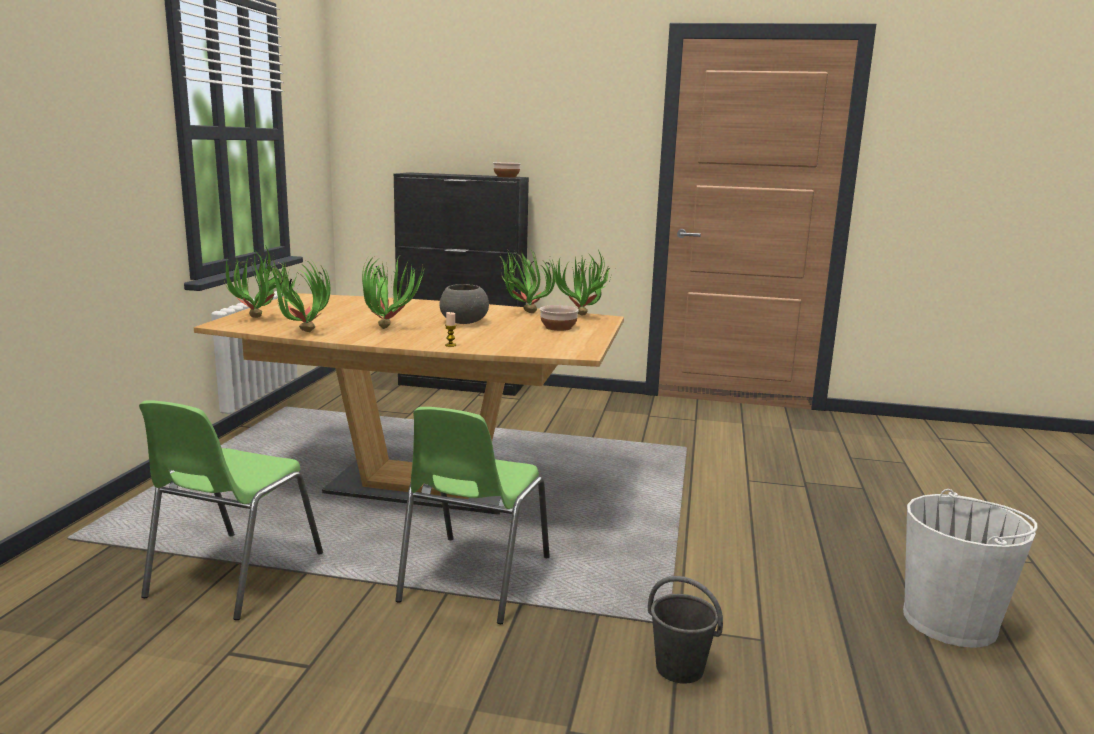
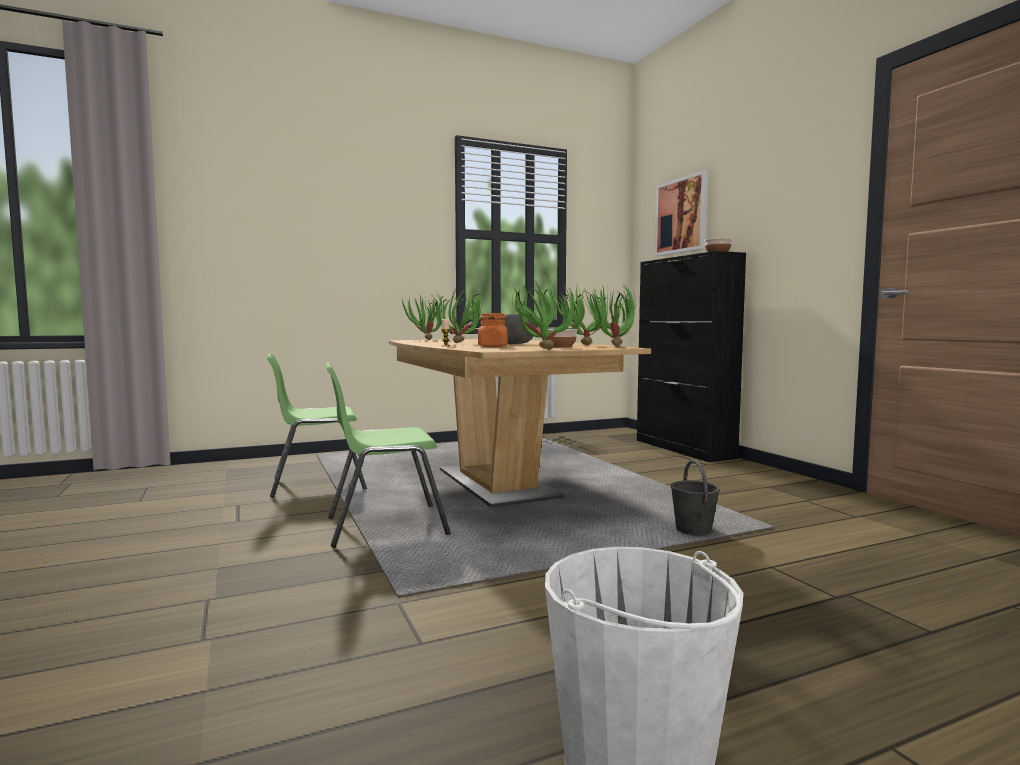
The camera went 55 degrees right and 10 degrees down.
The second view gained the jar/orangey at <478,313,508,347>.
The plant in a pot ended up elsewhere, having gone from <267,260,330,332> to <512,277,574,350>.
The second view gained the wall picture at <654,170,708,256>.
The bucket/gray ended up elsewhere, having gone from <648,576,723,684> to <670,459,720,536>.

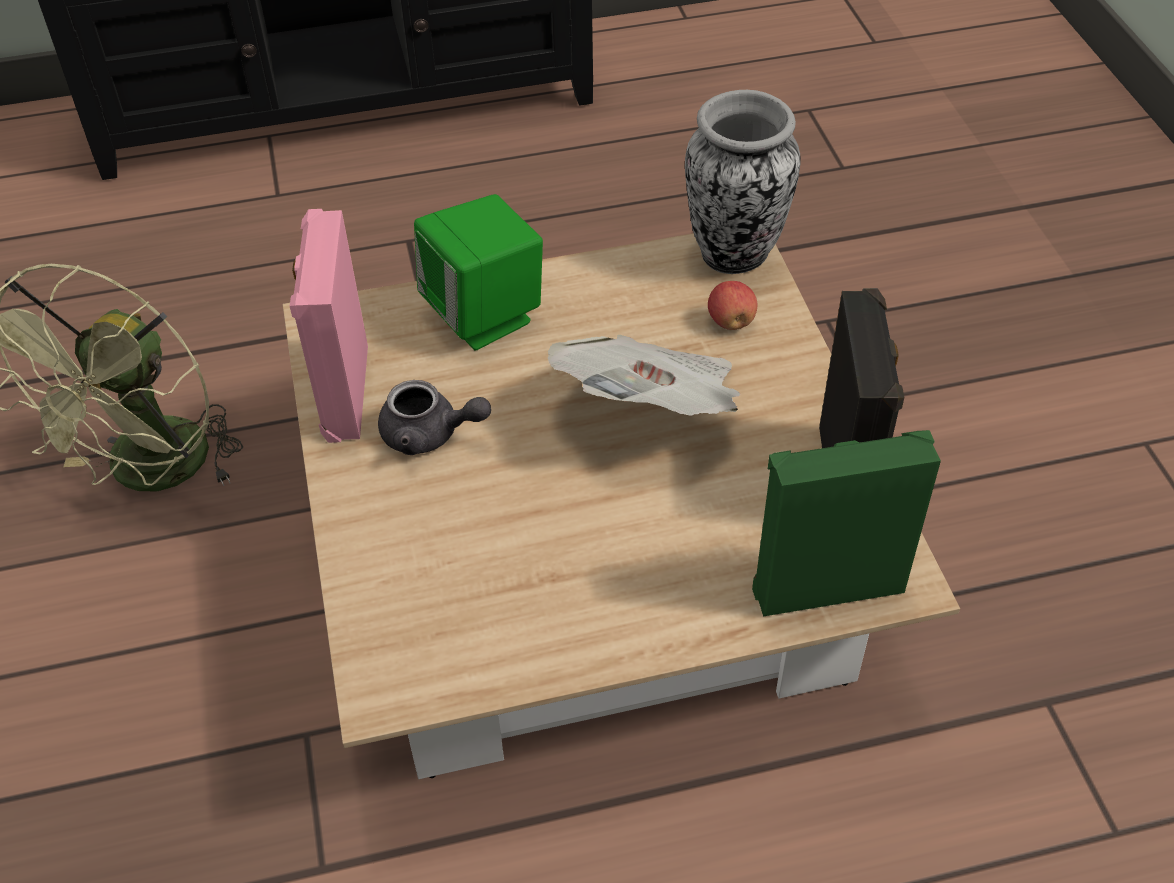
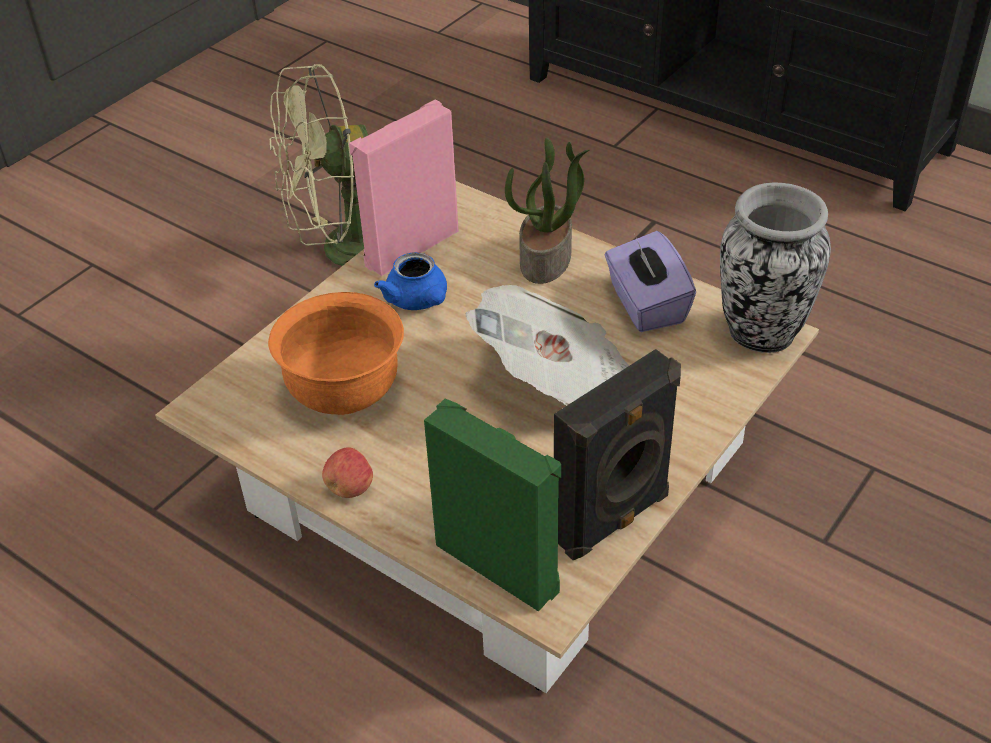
The camera went 50 degrees right and 5 degrees down.
The second view gained the serving bowl/orangey at <268,292,404,415>.
The apple fruit ended up elsewhere, having gone from <708,281,757,330> to <322,447,373,498>.
What was the tea pot/gray at <378,380,491,455> turned into the tea pot/bluish at <374,252,447,310>.
Where the loudspeaker/green stood at <414,194,543,351>, the plant in a pot came to stand at <505,138,589,284>.
The second view gained the tissue holder/purple-coloured at <605,231,696,332>.

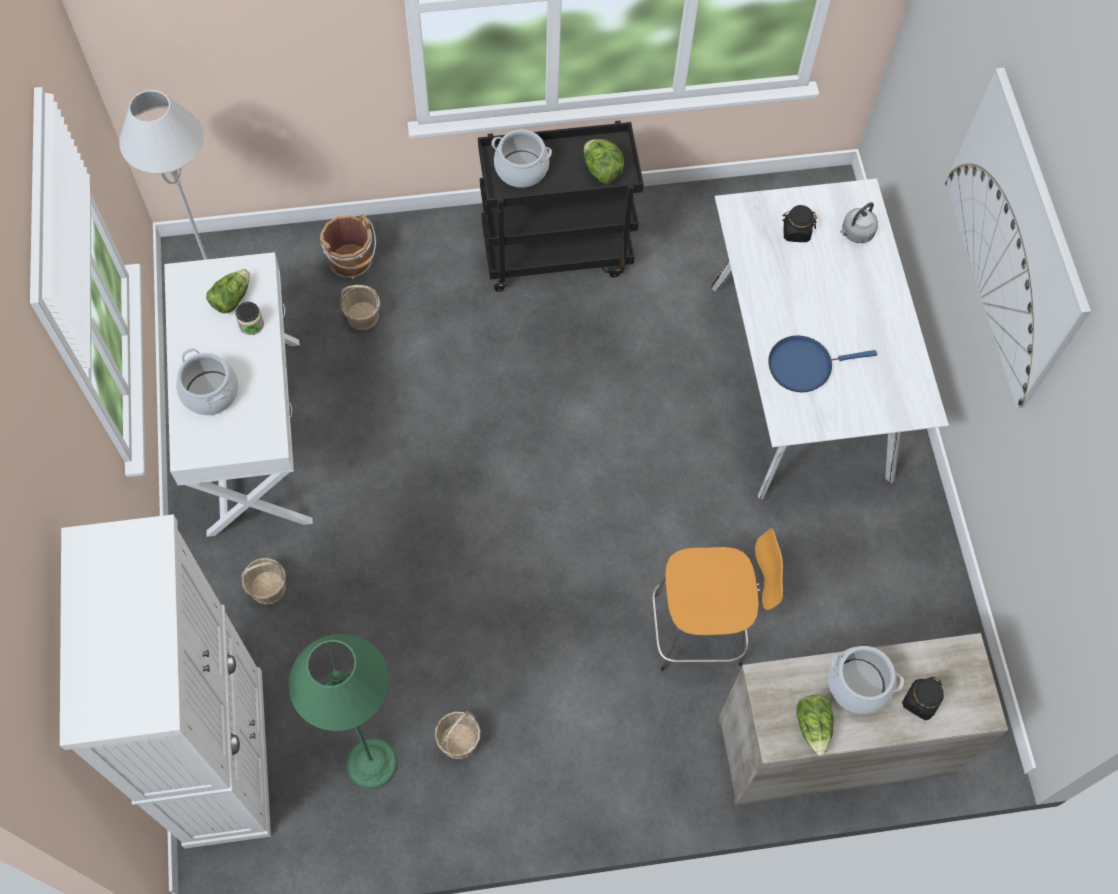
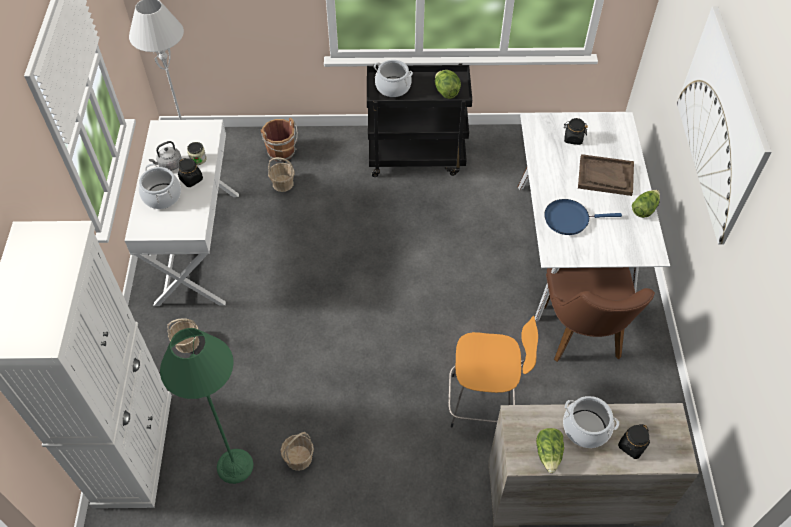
The camera went 10 degrees right and 10 degrees down.
The kettle/gray ended up elsewhere, having gone from <840,202,878,243> to <149,141,182,171>.
The second view gained the jar/black at <178,158,203,187>.
The second view gained the chair/brown at <544,267,655,362>.
The second view gained the tray/brown at <578,154,634,196>.
The lettuce ended up elsewhere, having gone from <206,269,250,314> to <632,190,660,218>.

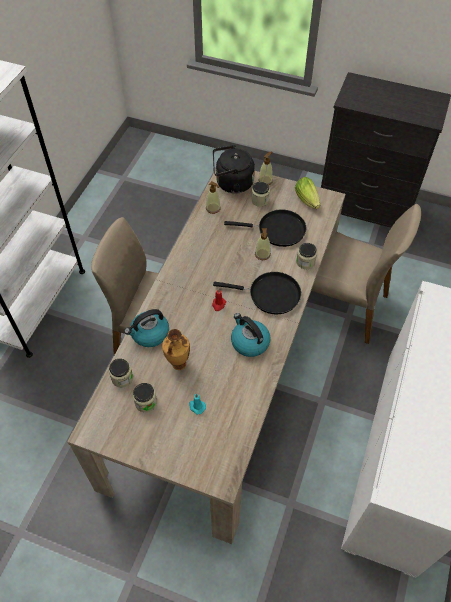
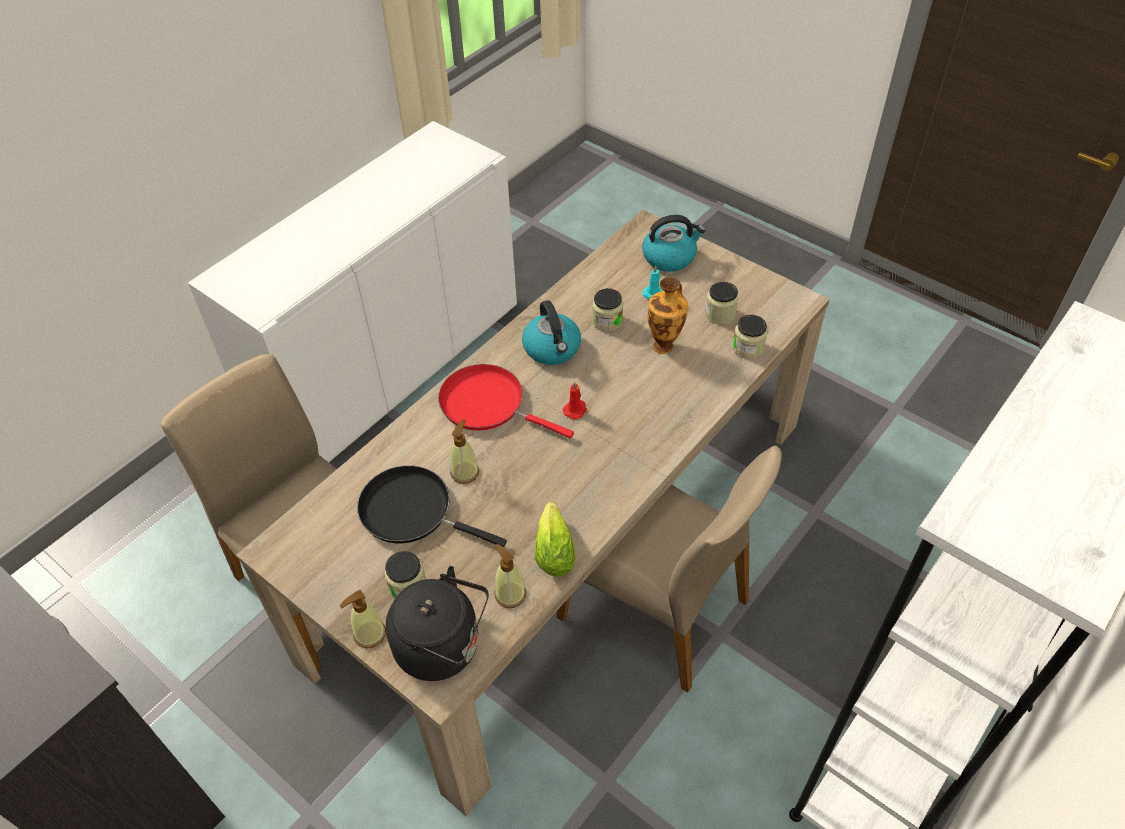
The camera went 160 degrees left and 5 degrees down.
What was the frying pan/black at <213,272,301,314> turned into the frying pan/red-coloured at <438,364,574,438>.
The lettuce ended up elsewhere, having gone from <295,177,320,209> to <535,502,575,577>.
The jar ended up elsewhere, having gone from <296,243,317,269> to <592,288,623,332>.
The kettle ended up elsewhere, having gone from <124,309,169,347> to <642,215,706,272>.

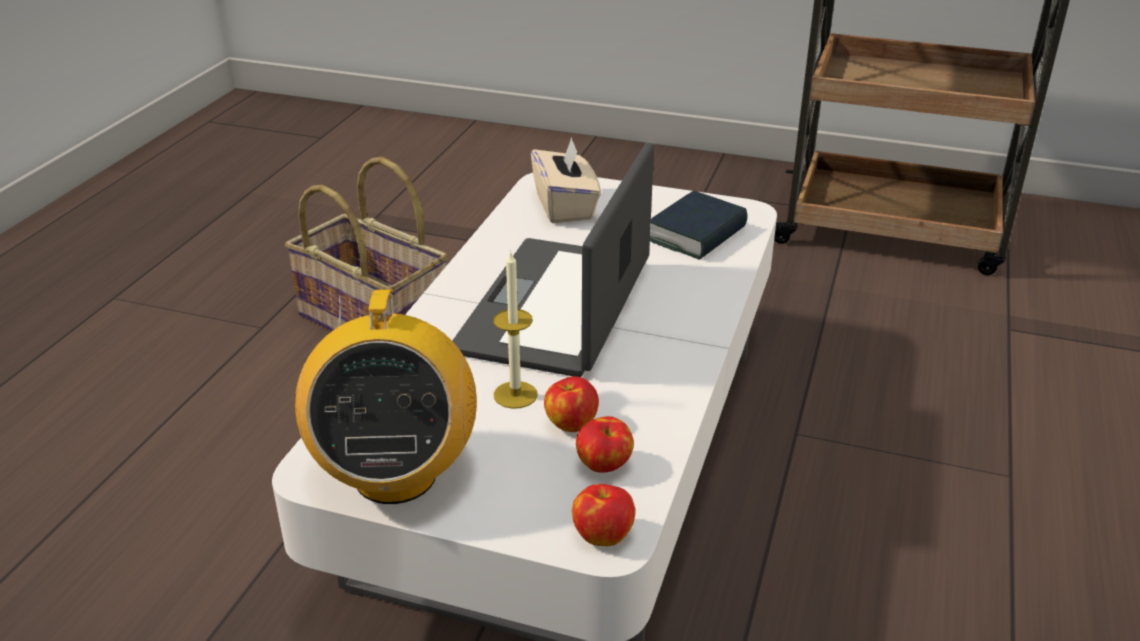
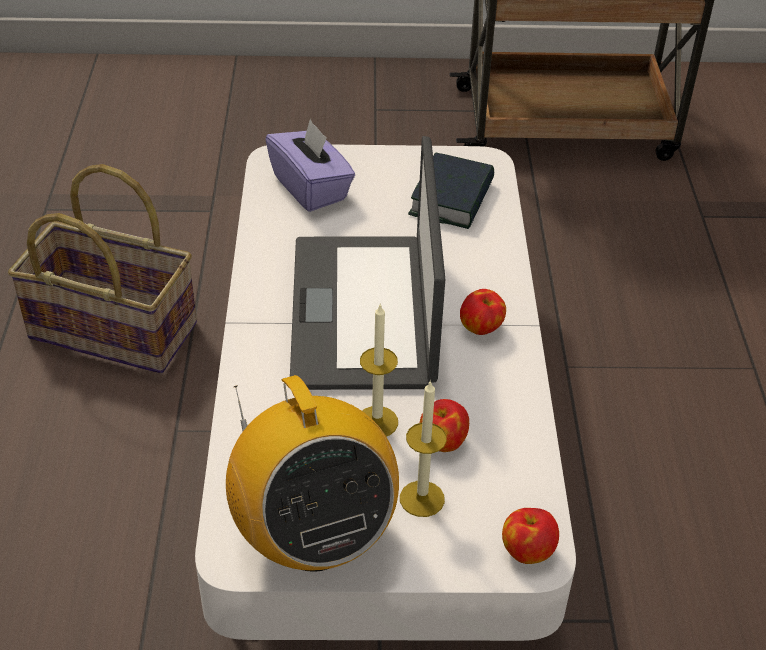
The camera went 20 degrees left and 10 degrees up.
What was the tissue holder/beige at <531,138,601,224> turned into the tissue holder/purple-coloured at <265,119,355,212>.
The second view gained the wax candle at <400,380,447,517>.
The apple fruit ended up elsewhere, having gone from <576,416,634,473> to <460,289,506,335>.

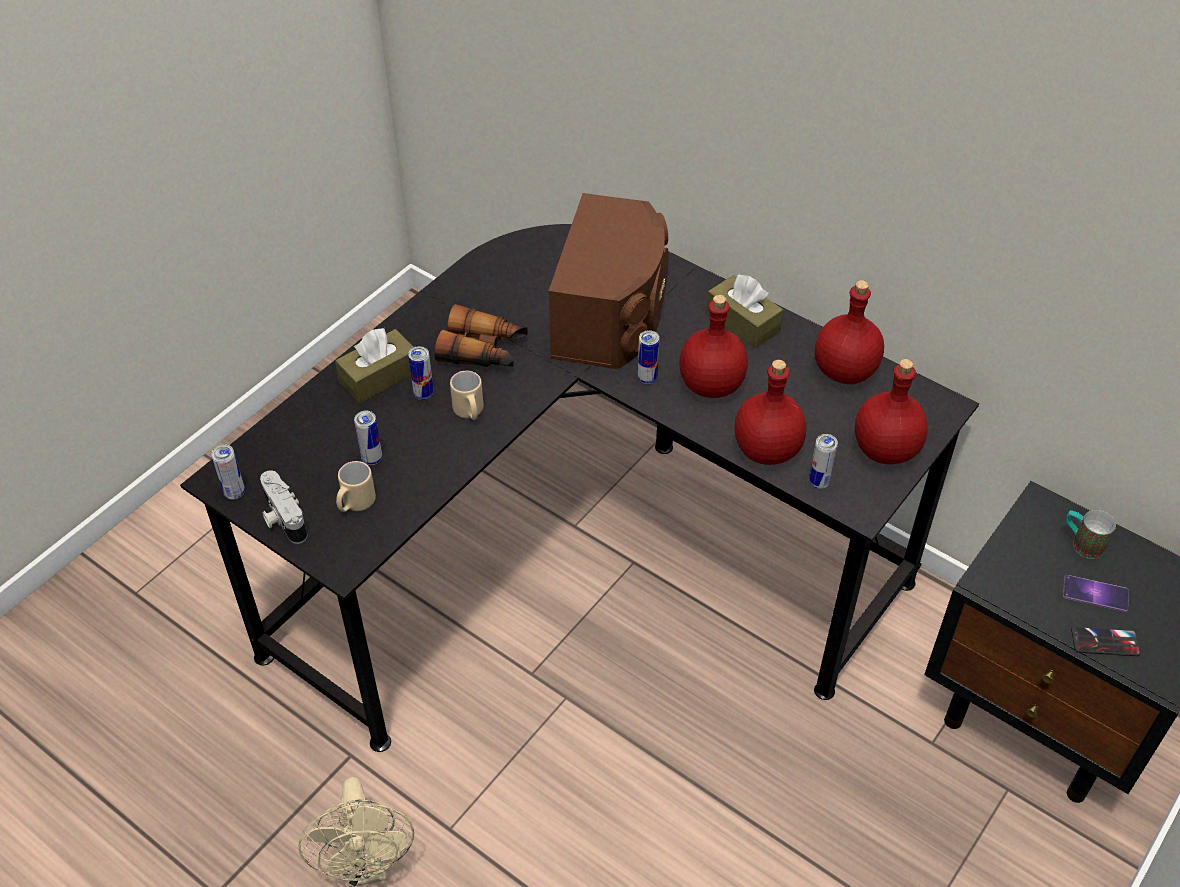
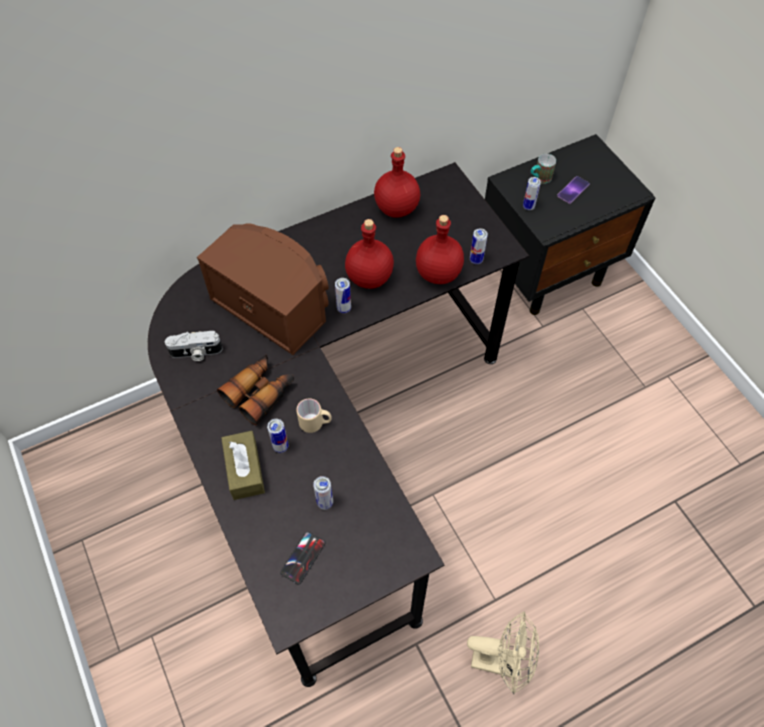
The camera went 65 degrees left and 10 degrees up.
The still camera ended up elsewhere, having gone from <260,470,307,544> to <165,331,222,361>.
The phone ended up elsewhere, having gone from <1071,626,1141,656> to <280,531,325,585>.
The metal can ended up elsewhere, having gone from <211,445,245,500> to <523,177,541,210>.
The second view lost the coffee mug/beige at <336,461,376,512>.
The second view lost the tissue holder/brown at <706,274,783,348>.
The second view lost the beverage bottle/red-coloured at <855,359,928,464>.

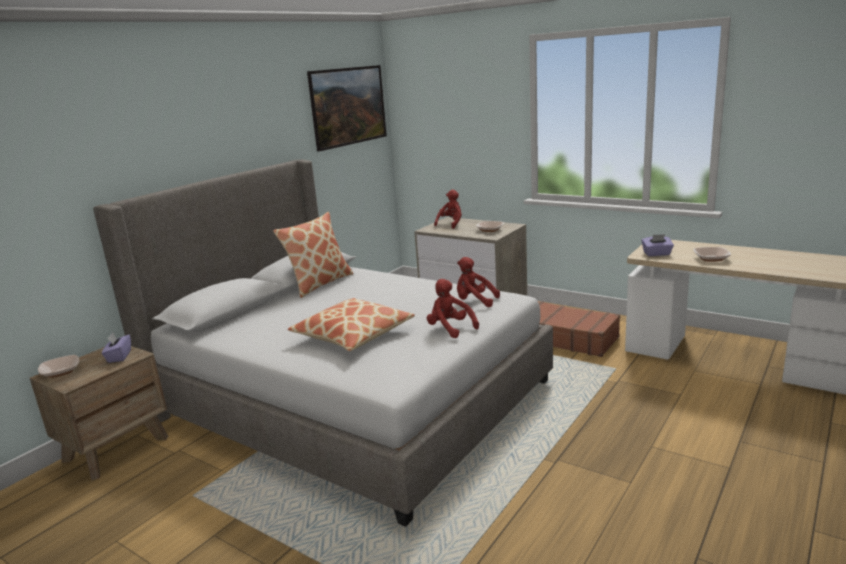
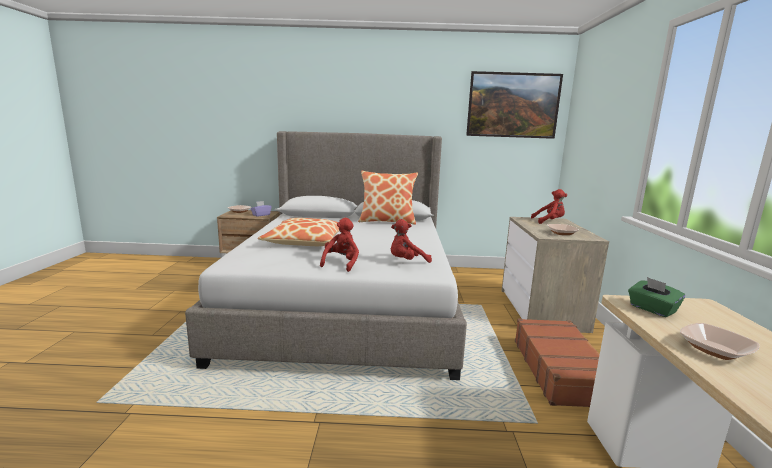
The camera went 55 degrees right and 5 degrees down.
The cuddly toy/red-coloured at <457,257,500,307> ended up facing another way, 105 degrees counterclockwise from before.
What was the tissue holder/purple-coloured at <642,234,674,256> turned into the tissue holder/green at <628,277,685,317>.

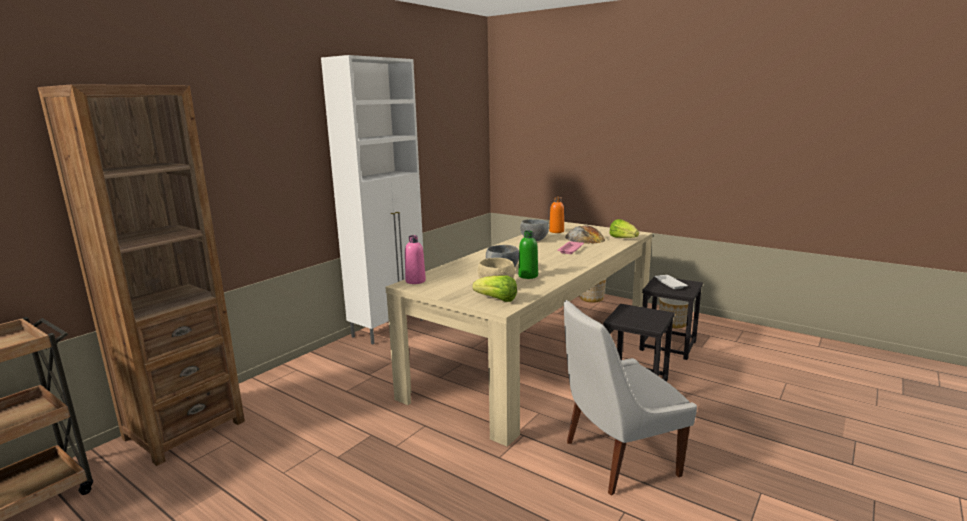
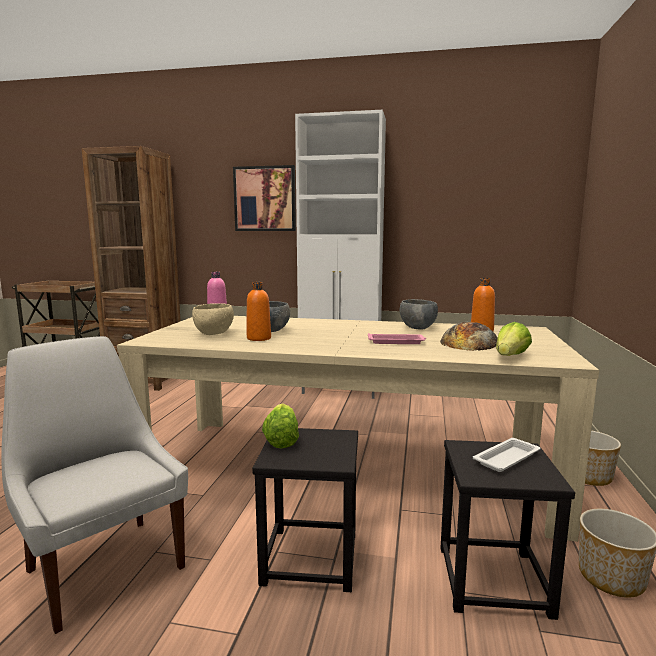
The camera went 65 degrees right and 5 degrees down.
The second view gained the wall picture at <233,165,296,231>.
What was the beverage bottle/green at <518,231,538,279> turned into the beverage bottle/orangey at <247,282,271,341>.
The lettuce ended up elsewhere, having gone from <472,275,517,302> to <262,404,299,448>.

